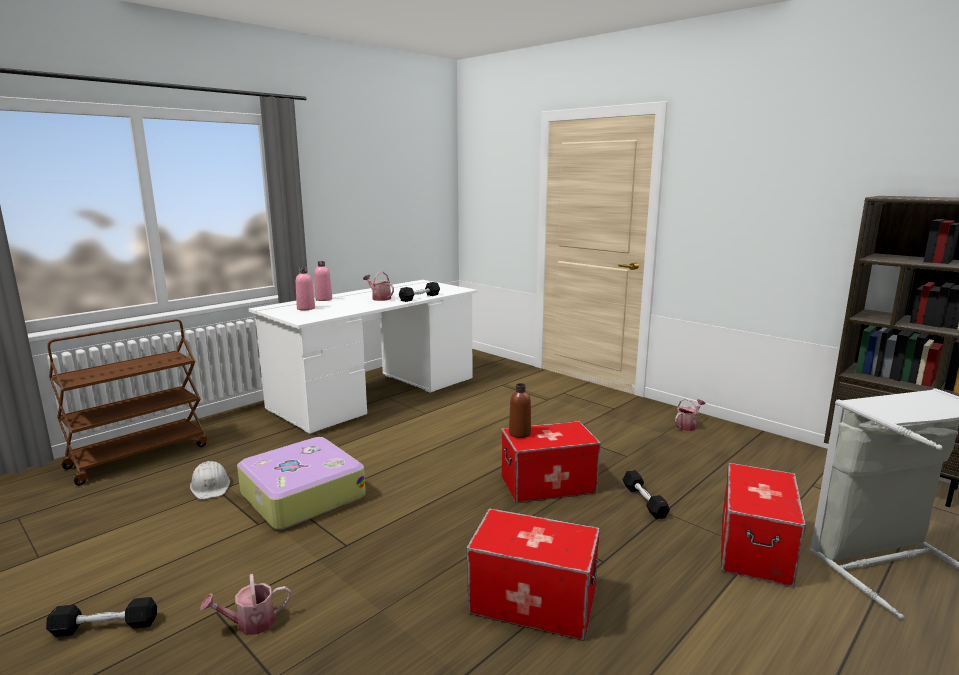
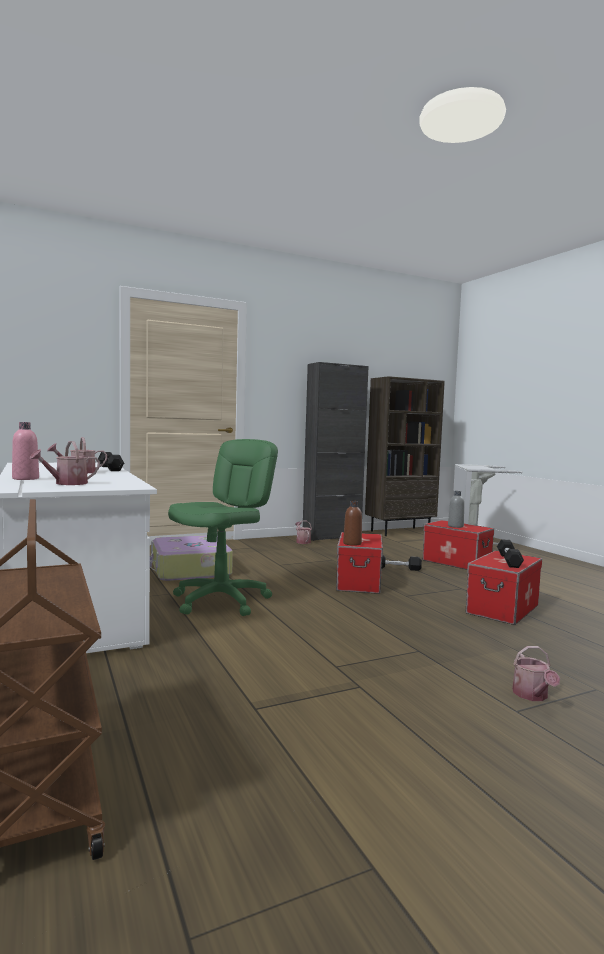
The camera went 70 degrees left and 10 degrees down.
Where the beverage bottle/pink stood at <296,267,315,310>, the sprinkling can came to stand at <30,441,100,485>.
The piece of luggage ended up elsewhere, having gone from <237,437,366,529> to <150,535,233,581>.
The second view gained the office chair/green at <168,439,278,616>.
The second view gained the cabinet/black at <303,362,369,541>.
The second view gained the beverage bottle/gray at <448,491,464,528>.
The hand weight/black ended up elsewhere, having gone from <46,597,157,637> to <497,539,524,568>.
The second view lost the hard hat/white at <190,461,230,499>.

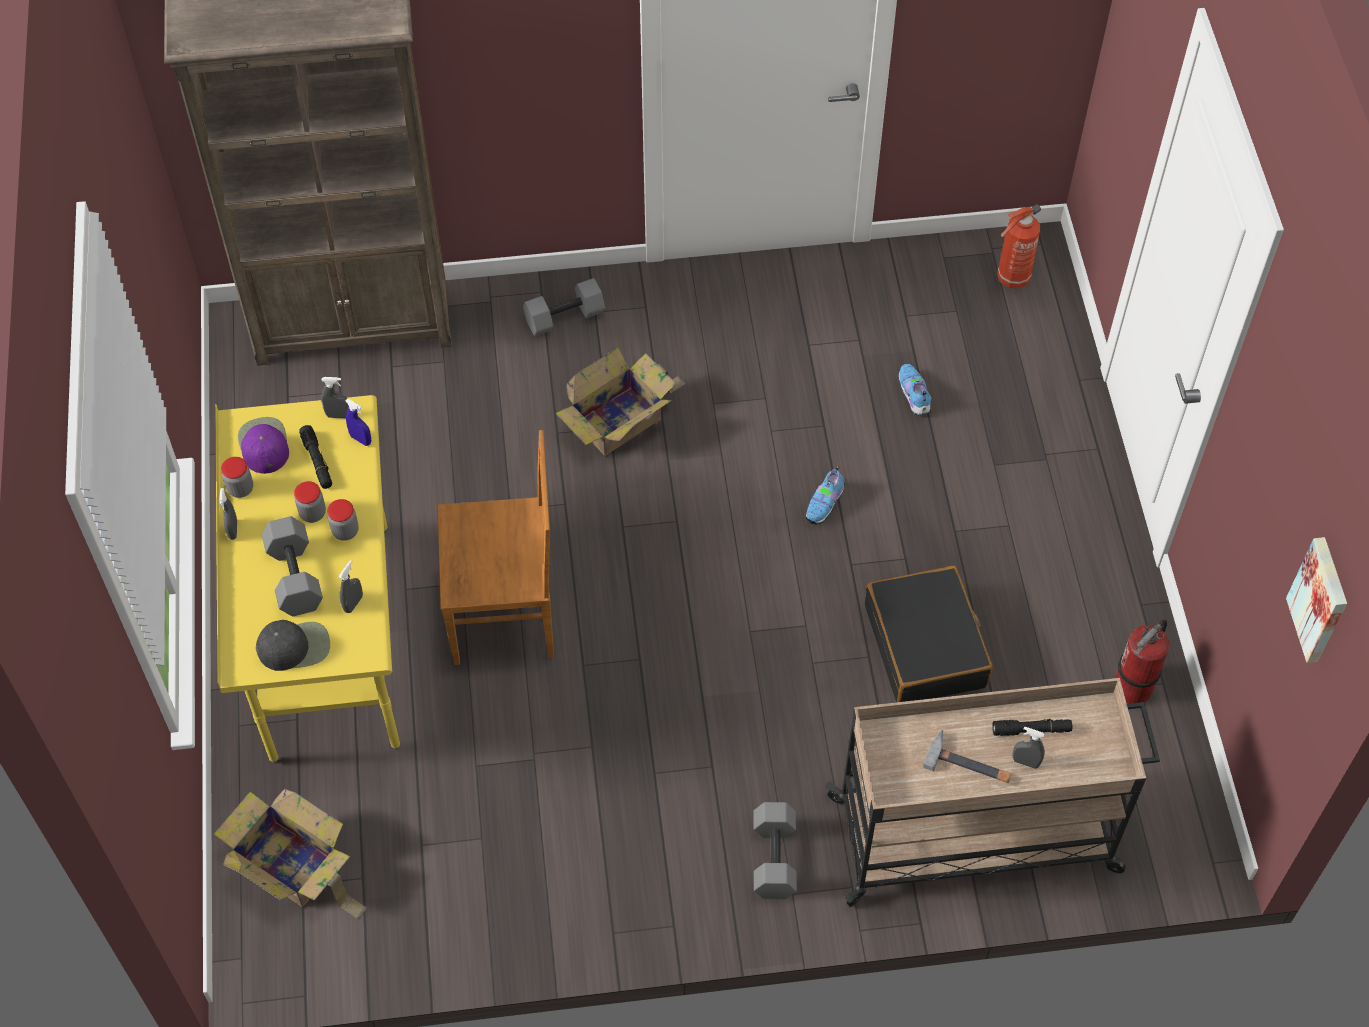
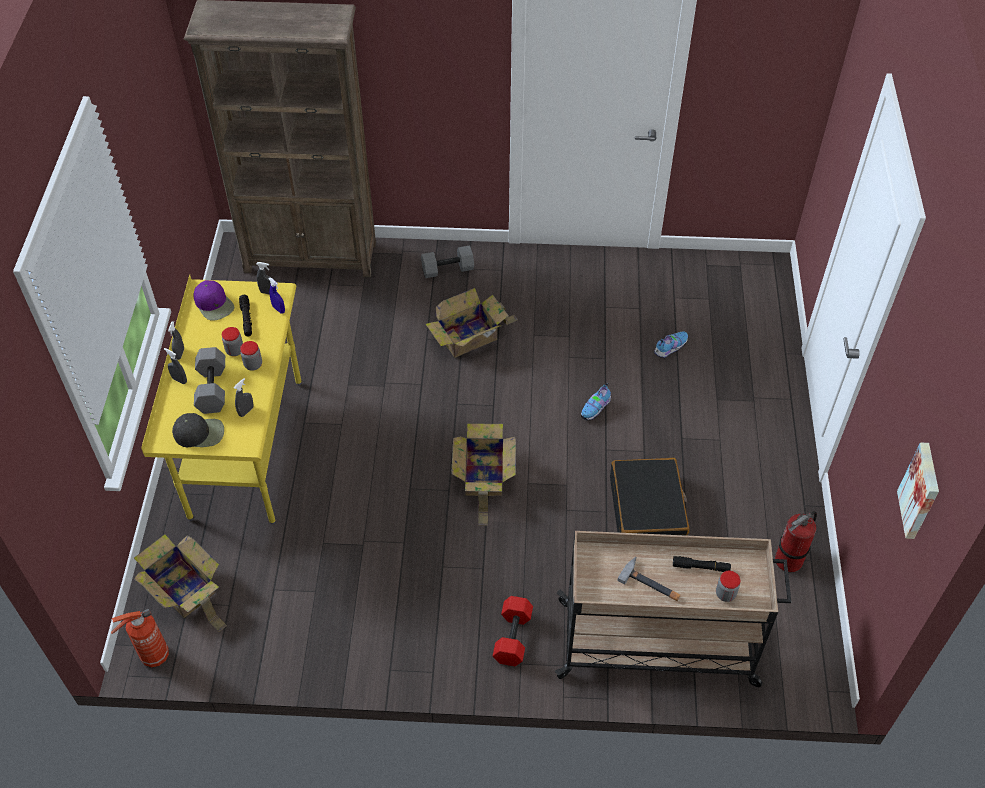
The camera went 10 degrees right and 5 degrees down.
The extinguisher ended up elsewhere, having gone from <997,204,1041,289> to <111,609,169,668>.
The spray bottle/gray ended up elsewhere, having gone from <1013,726,1045,769> to <164,348,187,384>.
The cap/purple-coloured at <238,417,289,474> ended up facing another way, 150 degrees clockwise from before.
The second view gained the carton at <451,423,516,526>.
What was the hand weight/gray at <754,802,797,899> turned into the hand weight/red-coloured at <493,596,533,666>.
The shoe at <899,364,931,416> ended up facing another way, 60 degrees clockwise from before.
The jar ended up elsewhere, having gone from <221,457,253,498> to <716,571,741,602>.
The second view lost the chair/brown at <437,430,554,665>.

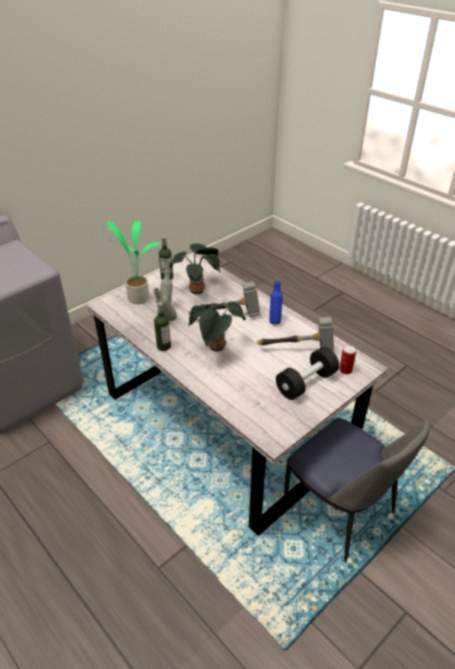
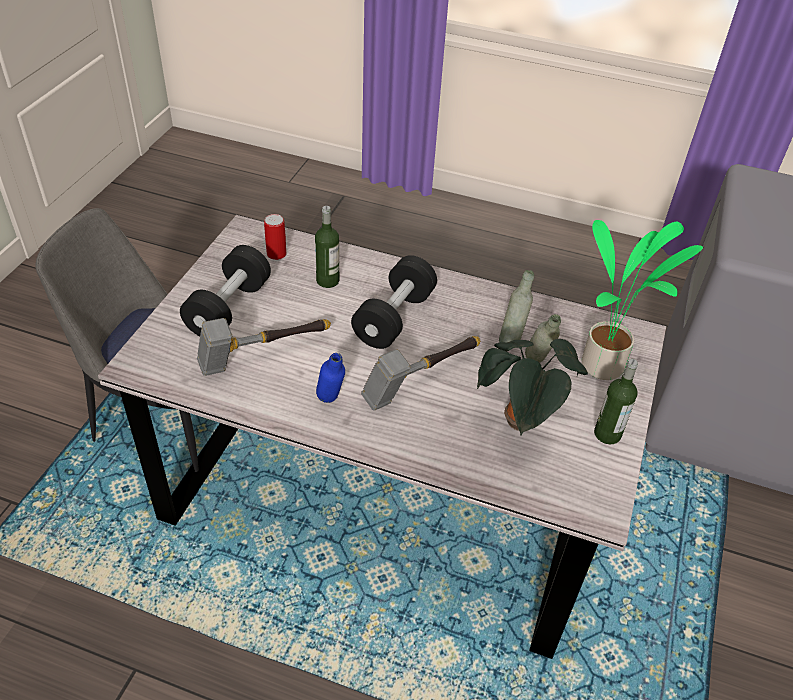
The camera went 150 degrees right and 5 degrees up.
The metal can ended up elsewhere, having gone from <339,345,356,374> to <264,214,286,260>.
The beverage bottle ended up elsewhere, having gone from <154,302,171,351> to <315,206,339,288>.
Where the plant in a pot stood at <189,302,246,352>, the hand weight/black came to stand at <351,255,437,349>.

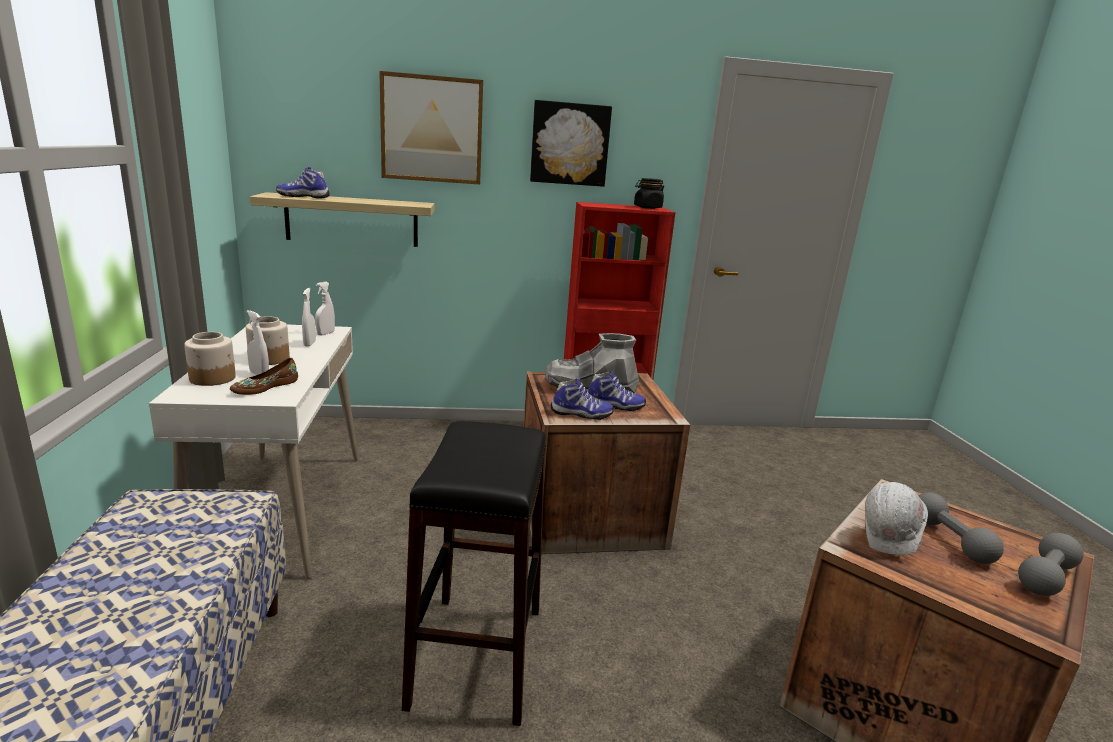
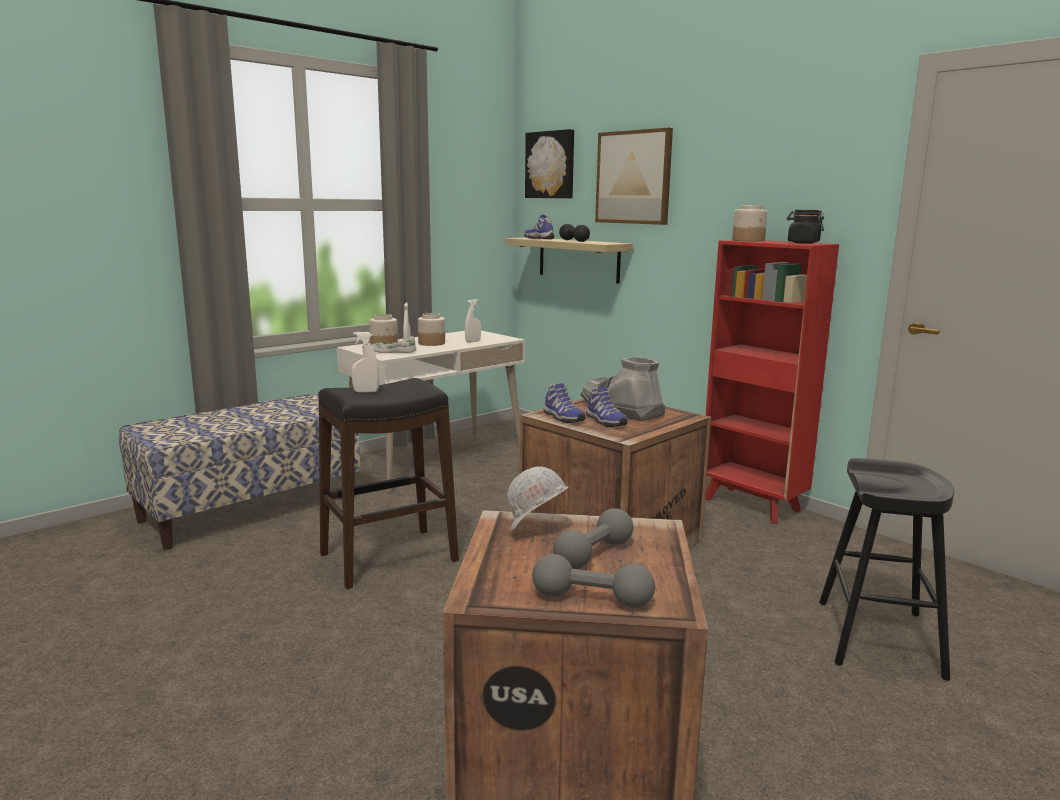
The camera went 55 degrees right and 5 degrees down.
The spray bottle/white ended up elsewhere, having gone from <315,281,335,336> to <351,332,379,393>.
What was the shoe/brown at <230,358,298,395> turned into the shoe/white at <371,336,416,353>.
The wall picture ended up elsewhere, having gone from <530,100,612,187> to <525,129,574,198>.
The second view gained the hand weight/black at <559,224,590,242>.
The second view gained the jar at <732,205,767,242>.
The second view gained the stool/black at <819,458,954,681>.

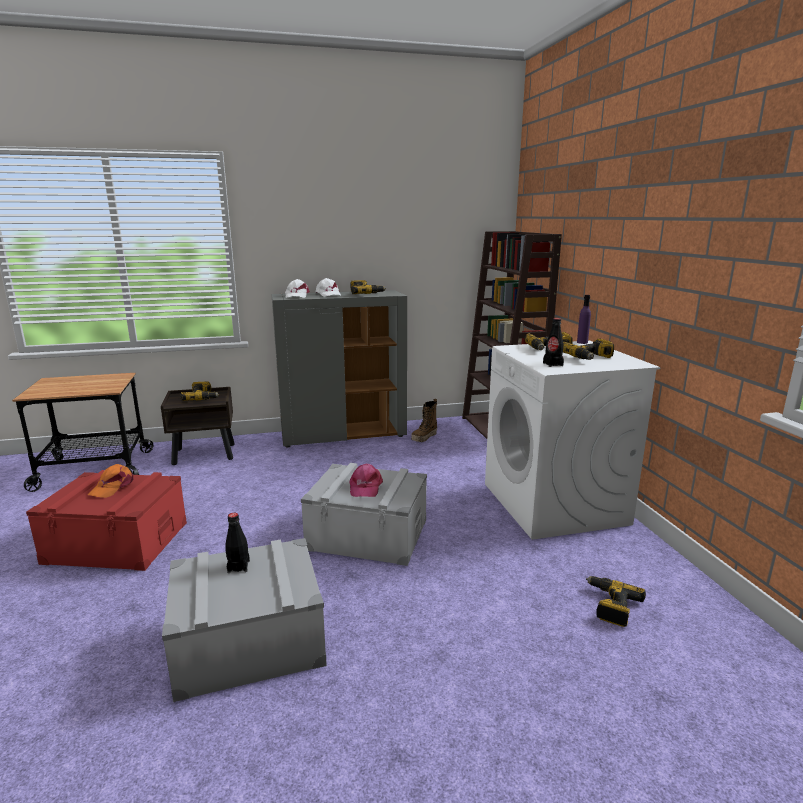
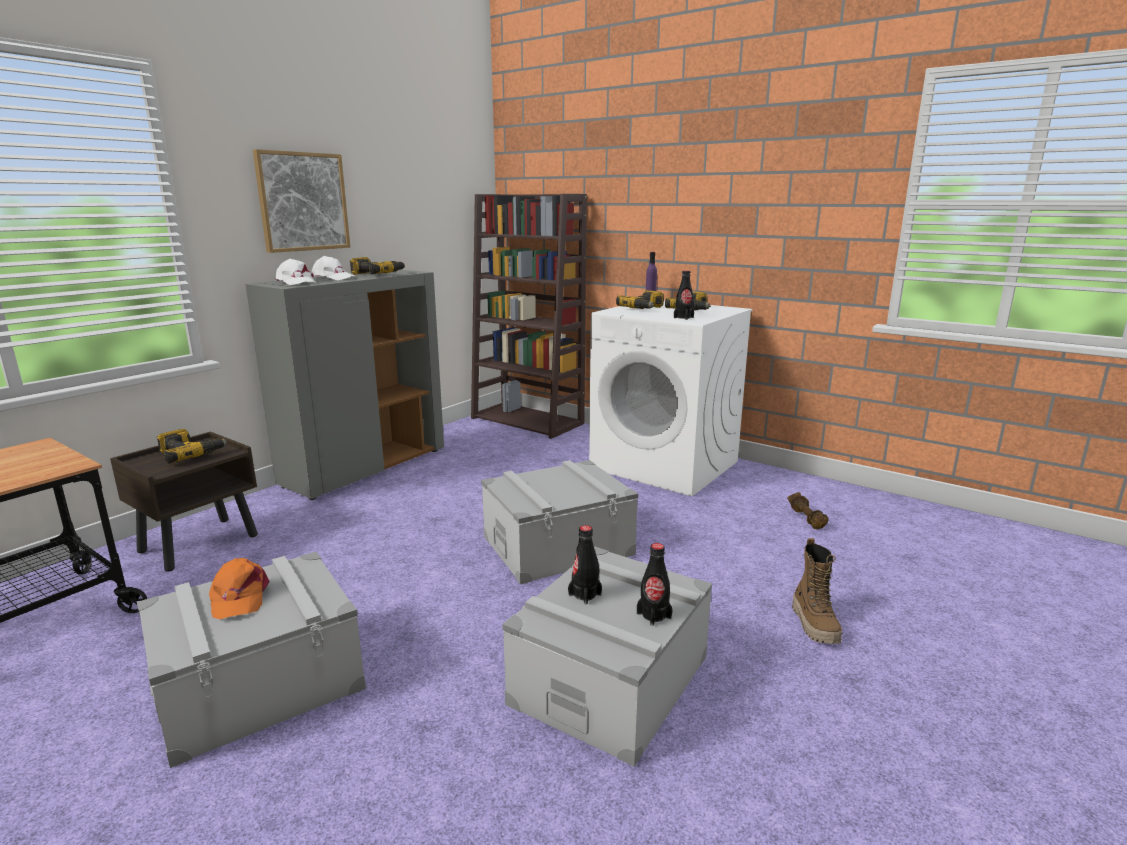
The camera went 40 degrees left and 0 degrees up.
What was the storage box/red-coloured at <26,470,187,571> turned into the storage box/gray at <137,552,366,768>.
The second view gained the wall picture at <253,149,350,253>.
The second view gained the beverage bottle/black at <637,543,673,626>.
Where the drill stood at <586,576,646,627>, the hand weight/brown came to stand at <787,492,829,529>.
The tall boot ended up elsewhere, having gone from <411,399,437,442> to <792,538,842,644>.
The second view lost the cap/pink at <349,464,383,497>.

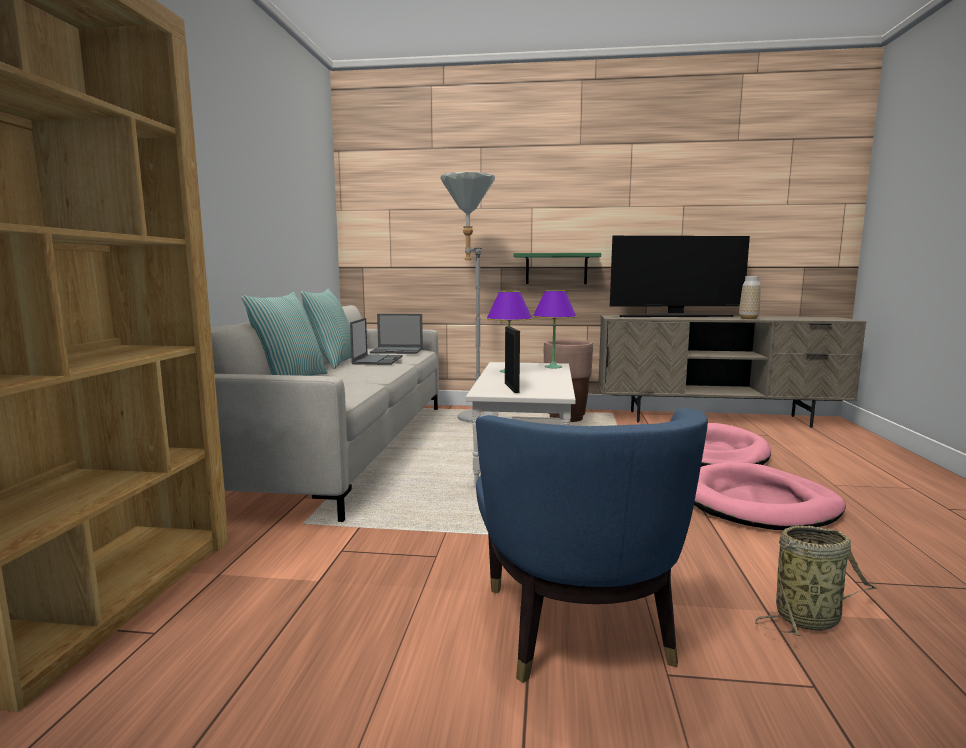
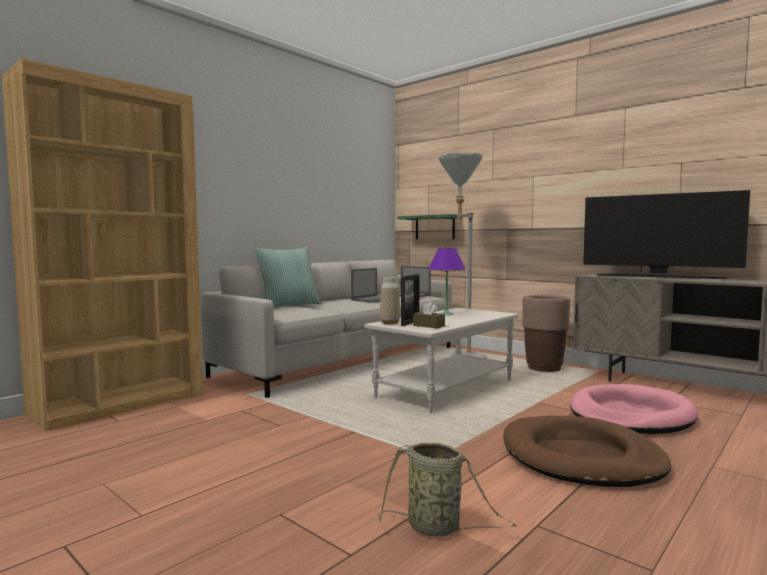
The camera went 35 degrees right and 5 degrees down.
The decorative vase ended up elsewhere, having gone from <739,276,761,319> to <380,277,400,324>.
The shelf/green ended up elsewhere, having gone from <514,253,601,284> to <398,214,458,239>.
The second view gained the tissue holder/brown at <413,302,445,328>.
What was the dog cushion/pink at <694,462,846,530> turned into the dog cushion/brown at <503,416,671,487>.
The second view lost the pillow at <301,289,351,369>.
The second view lost the armchair/bluish at <476,408,708,683>.
The second view lost the lamp for a table/purple-coloured at <533,290,577,369>.

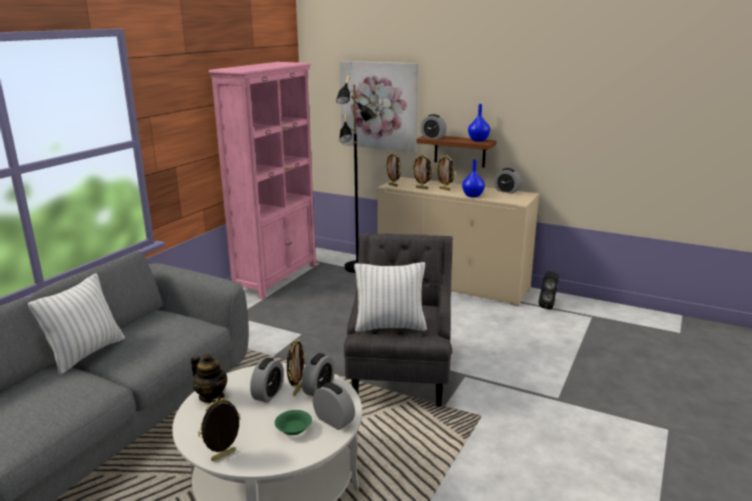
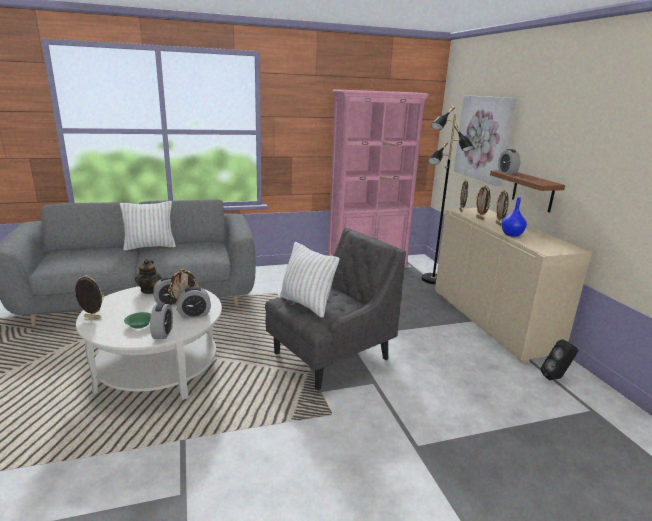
The camera went 45 degrees right and 0 degrees up.
The second view lost the decorative vase/bluish at <468,104,490,142>.
The second view lost the alarm clock at <494,168,521,194>.

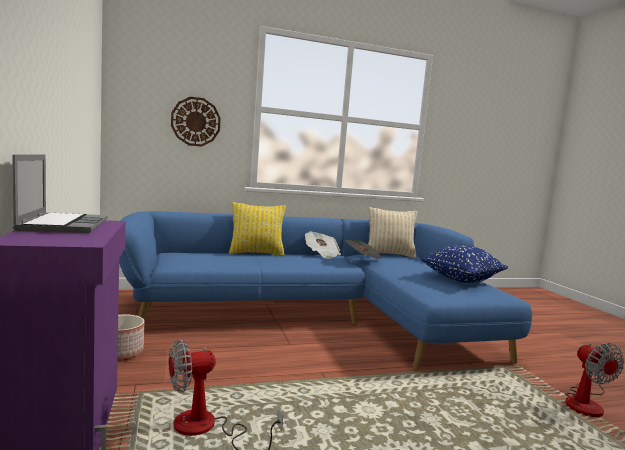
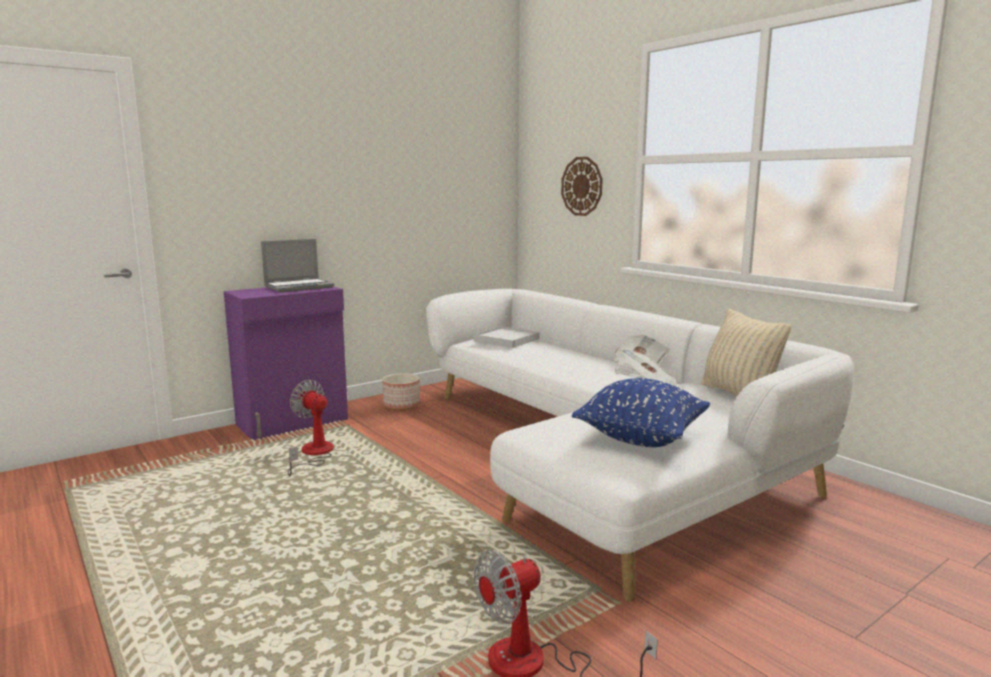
The camera went 70 degrees right and 5 degrees up.
What was the sofa/bluish at <119,211,532,371> turned into the sofa/white at <426,289,854,602>.
The second view gained the tray/white at <474,326,540,348>.
The second view lost the pillow/yellow-coloured at <229,202,286,256>.

